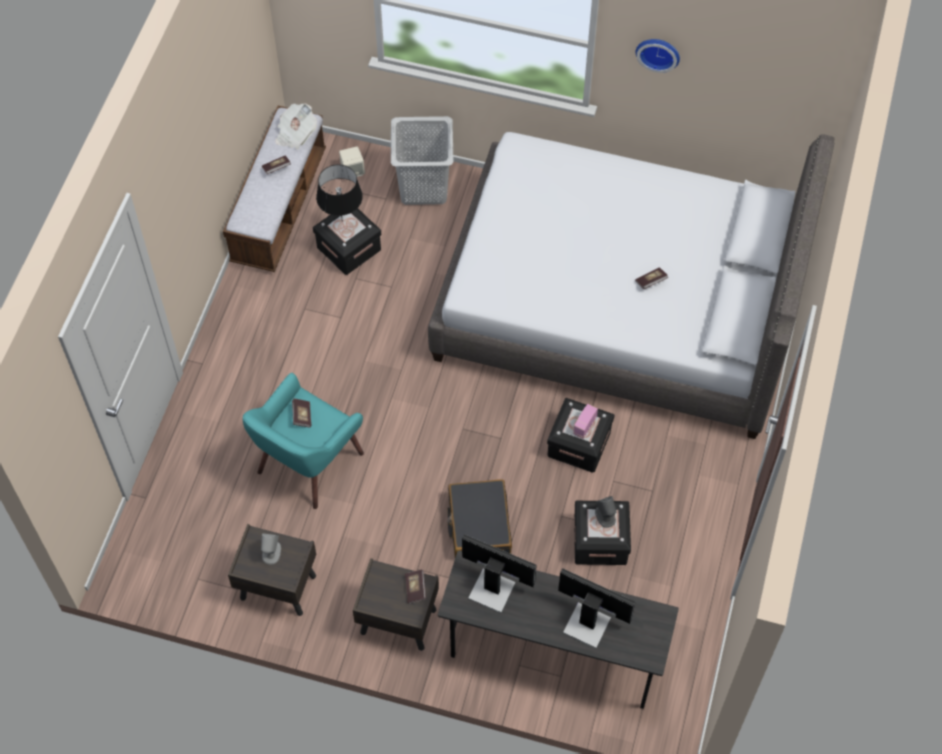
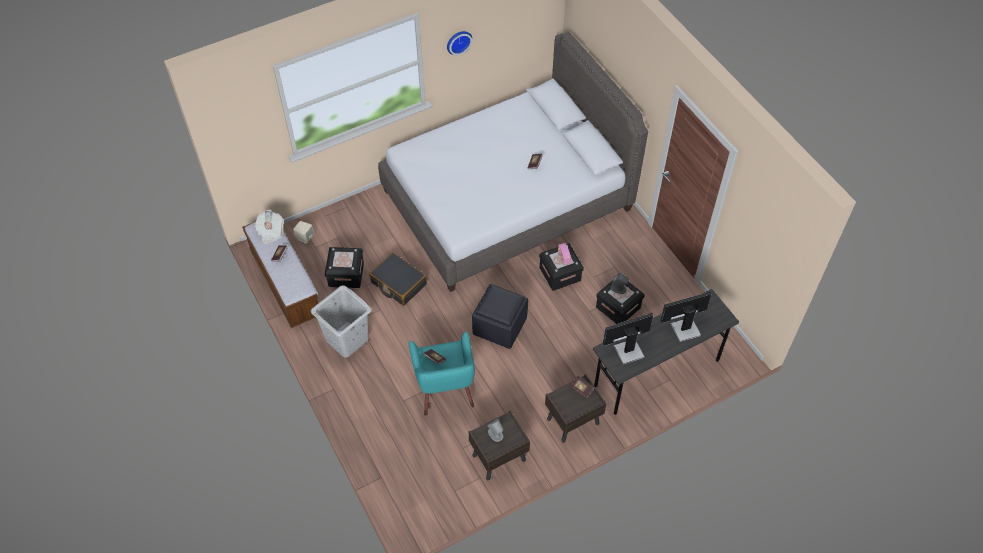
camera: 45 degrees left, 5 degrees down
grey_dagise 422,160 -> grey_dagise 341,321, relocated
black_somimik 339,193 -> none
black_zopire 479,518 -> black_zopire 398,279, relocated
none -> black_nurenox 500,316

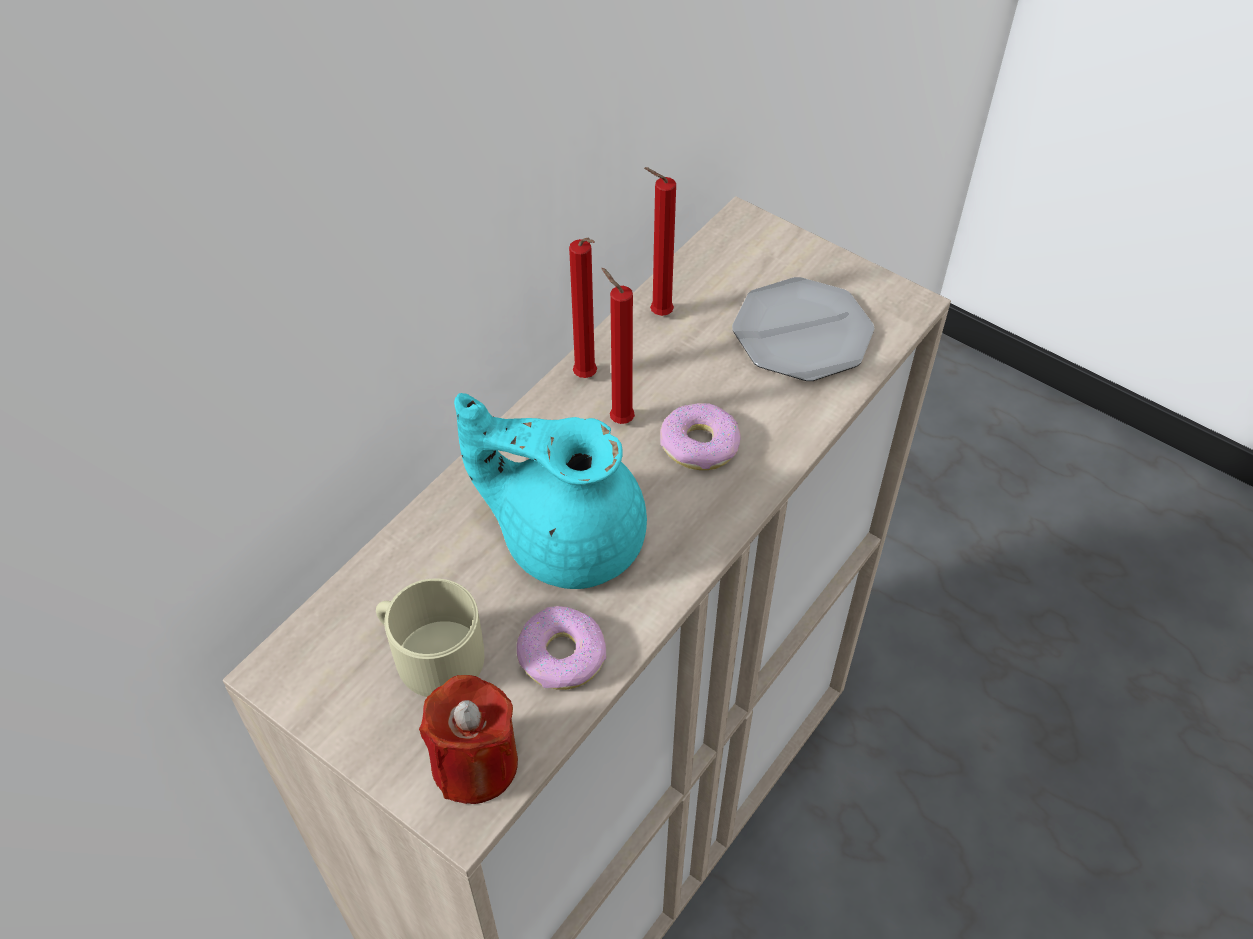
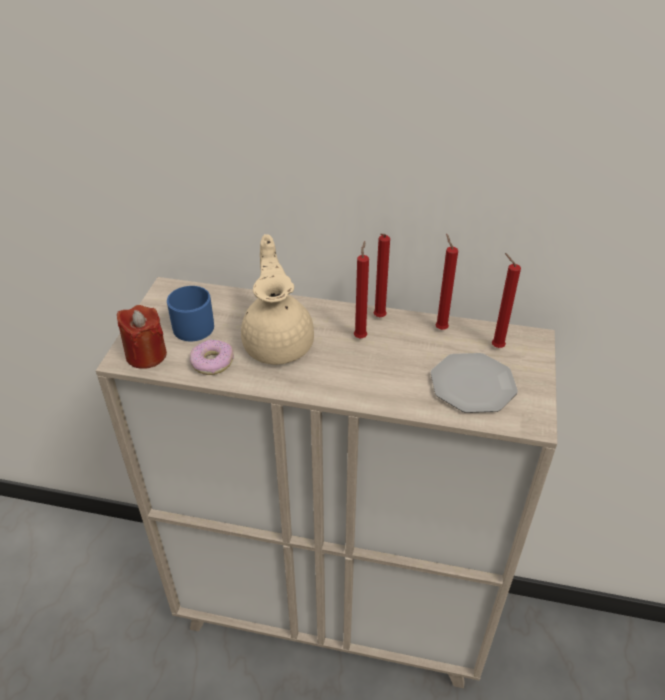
camera: 65 degrees right, 10 degrees down
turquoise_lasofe 550,491 -> beige_lasofe 277,299
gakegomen 700,436 -> none
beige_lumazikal 430,637 -> blue_lumazikal 190,313
none -> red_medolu 506,300

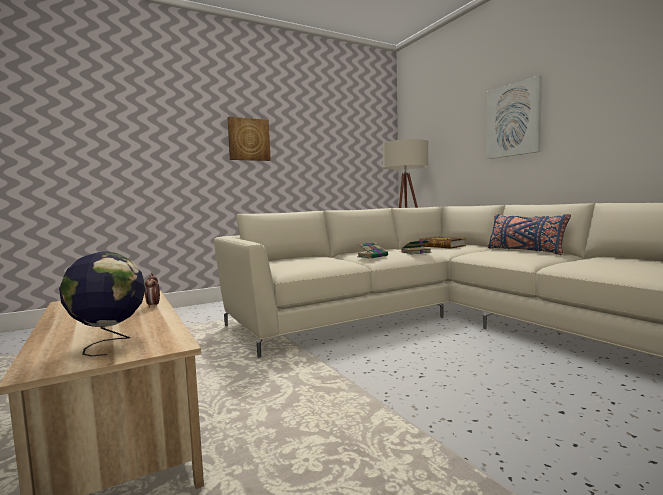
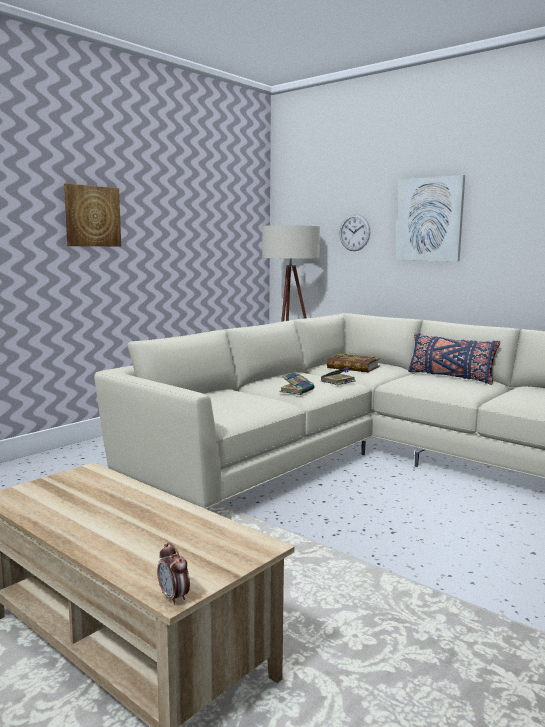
camera: 20 degrees left, 5 degrees up
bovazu 102,304 -> none
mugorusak 152,290 -> mugorusak 173,573, relocated
none -> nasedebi 354,232

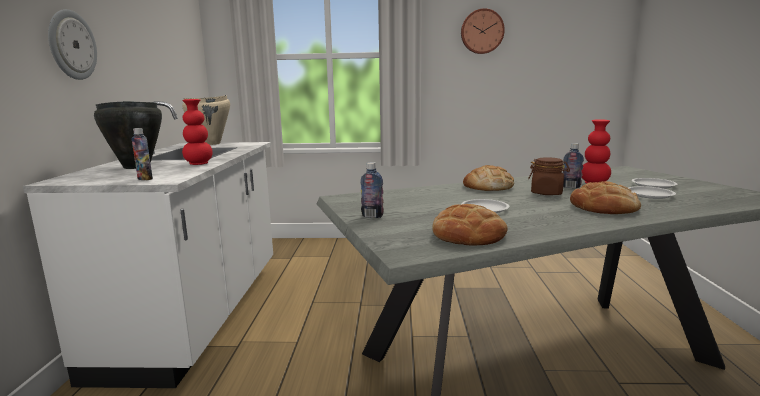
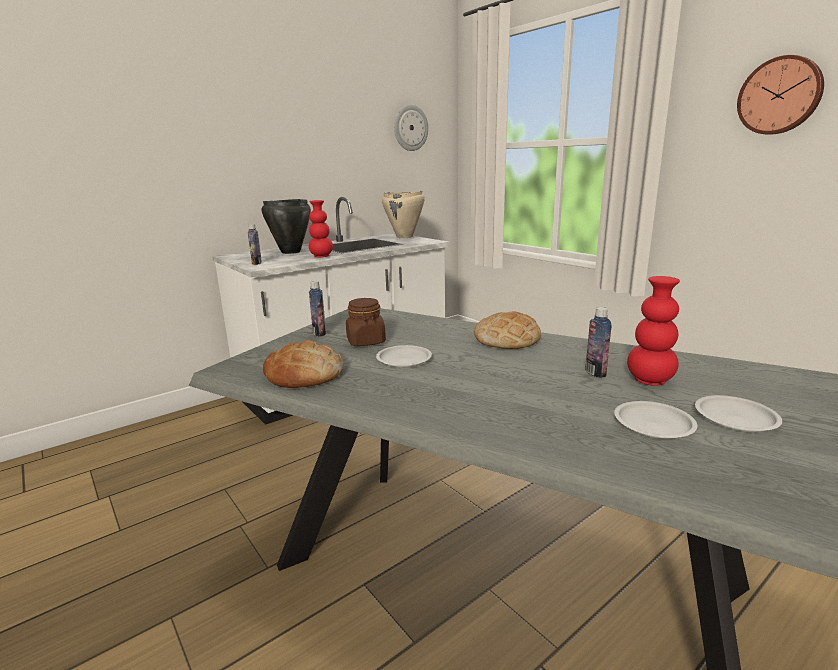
camera: 50 degrees right, 5 degrees up
nasedebi 72,44 -> nasedebi 411,128, relocated
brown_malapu 549,176 -> brown_malapu 366,322, relocated
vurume 605,197 -> none

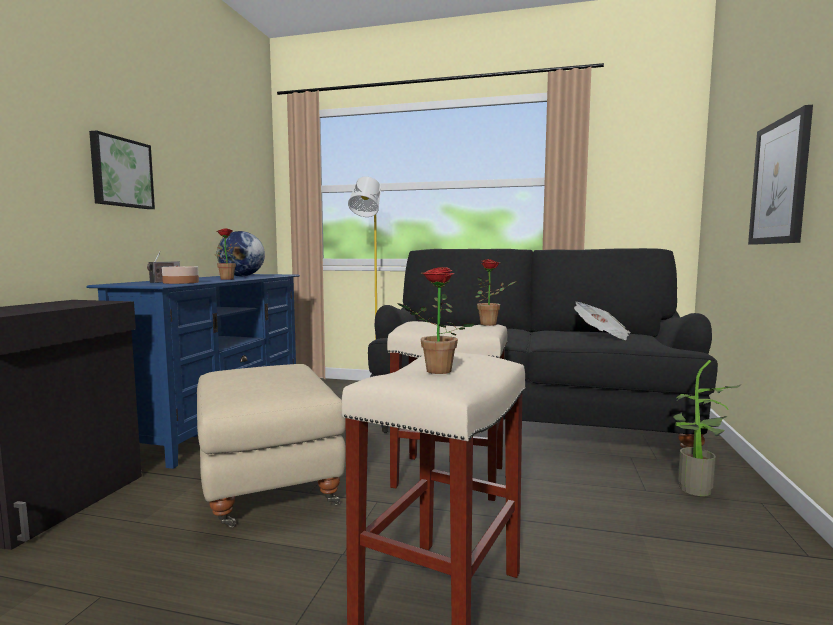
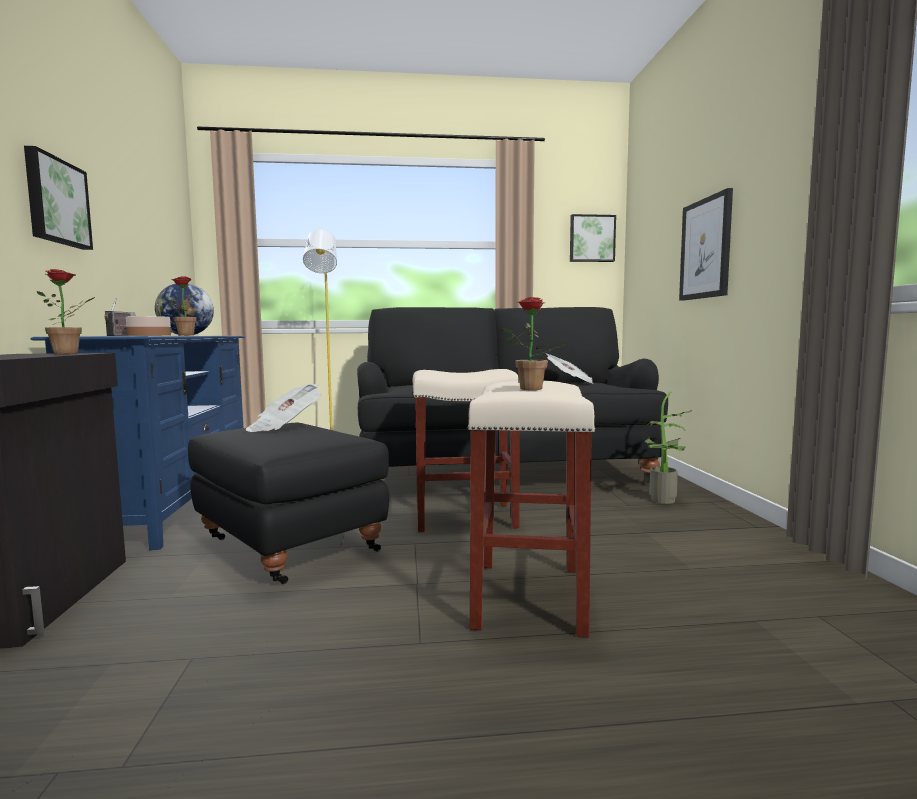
camera: 20 degrees left, 0 degrees up
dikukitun 495,292 -> dikukitun 66,311, relocated
beige_nurenox 271,446 -> black_nurenox 288,503
none -> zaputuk 593,238
none -> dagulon 284,408

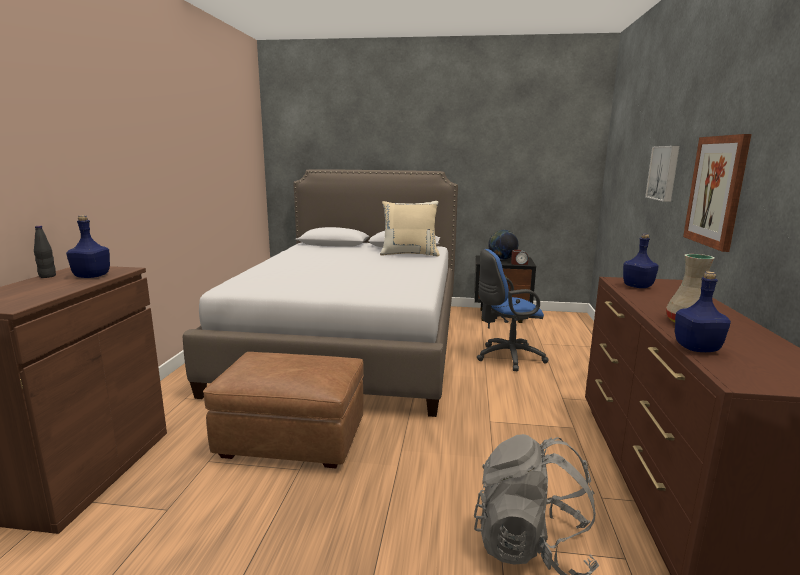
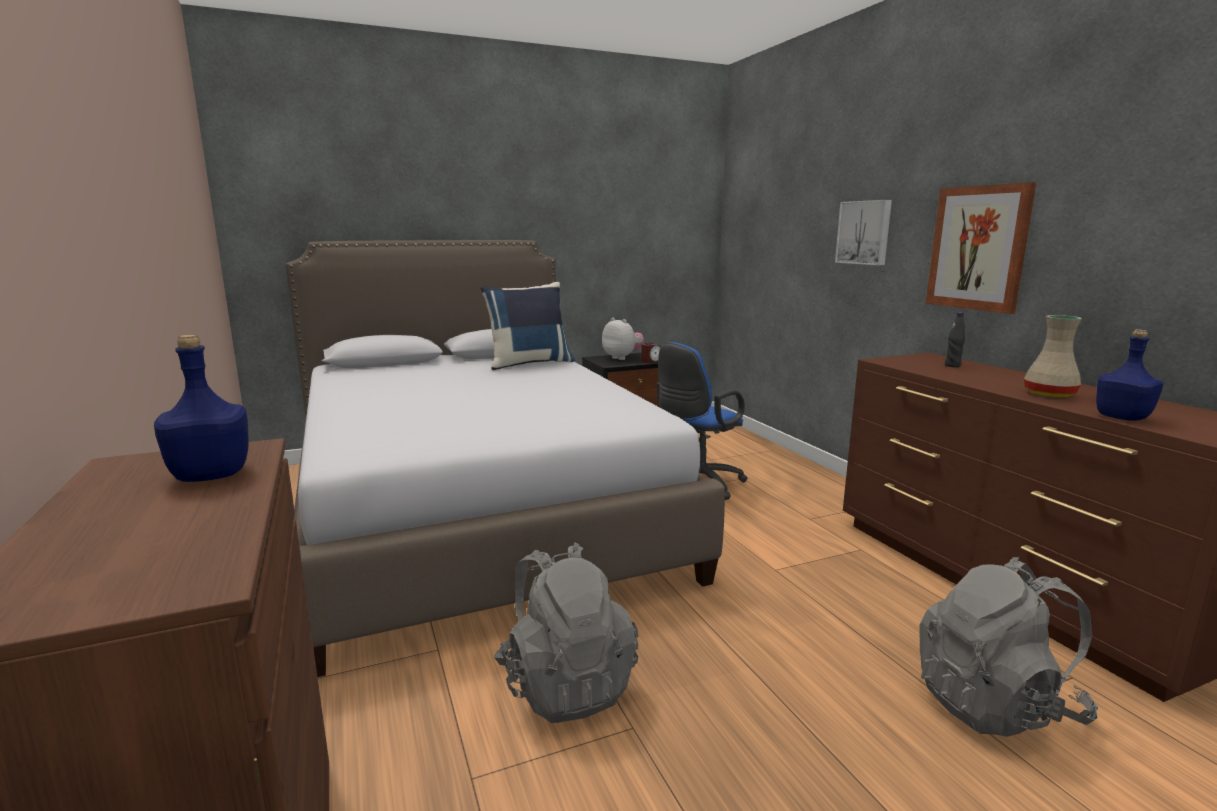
camera: 30 degrees left, 0 degrees up
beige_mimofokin 410,228 -> blue_mimofokin 527,326
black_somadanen 45,252 -> black_somadanen 955,340, relocated
bovazu 503,245 -> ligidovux 623,339
blue_somadanen 641,261 -> none
brown_nurenox 283,410 -> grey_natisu 566,633

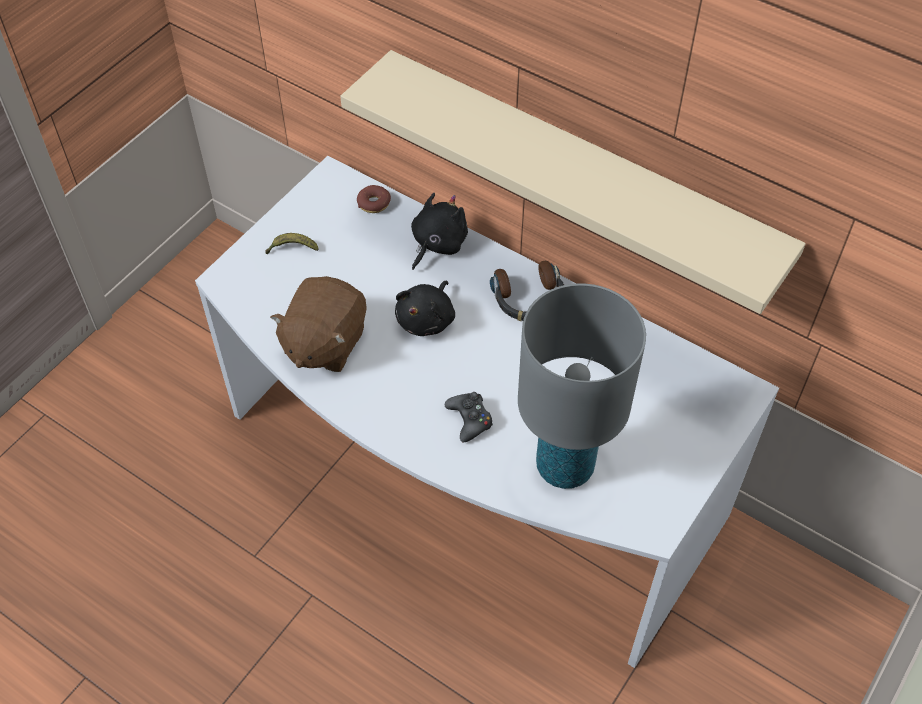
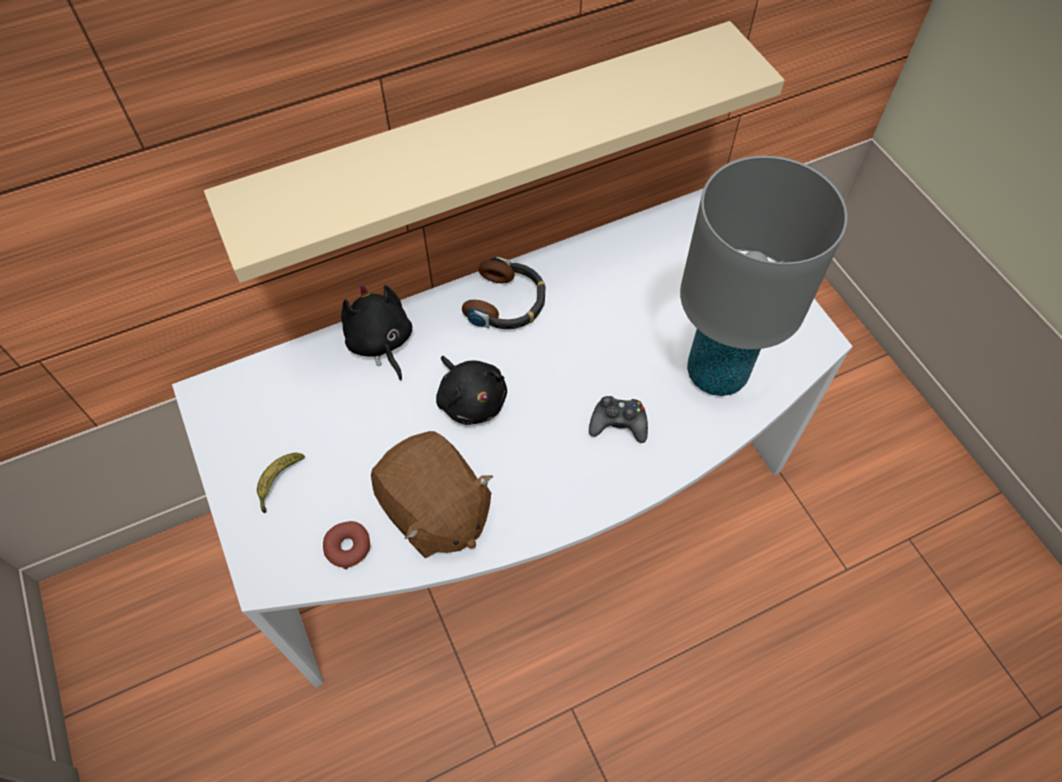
camera: 60 degrees left, 5 degrees up
gakegomen 374,199 -> gakegomen 346,545, relocated

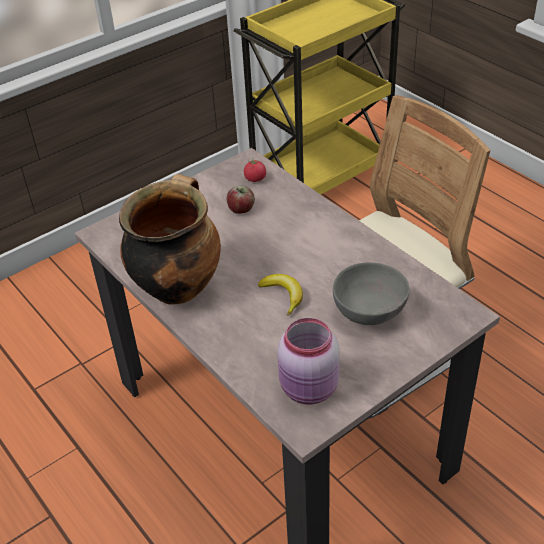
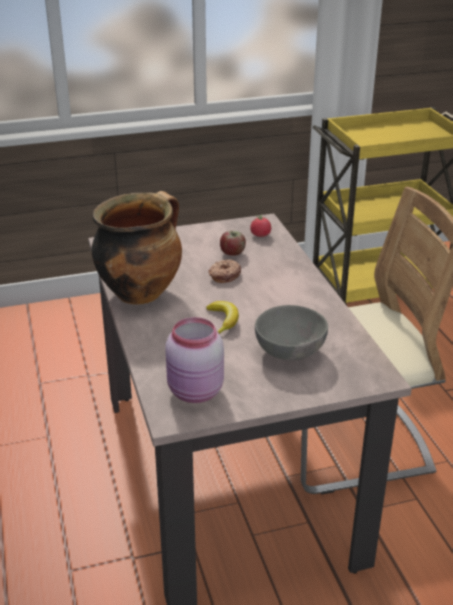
camera: 20 degrees right, 10 degrees down
none -> gakegomen 224,271

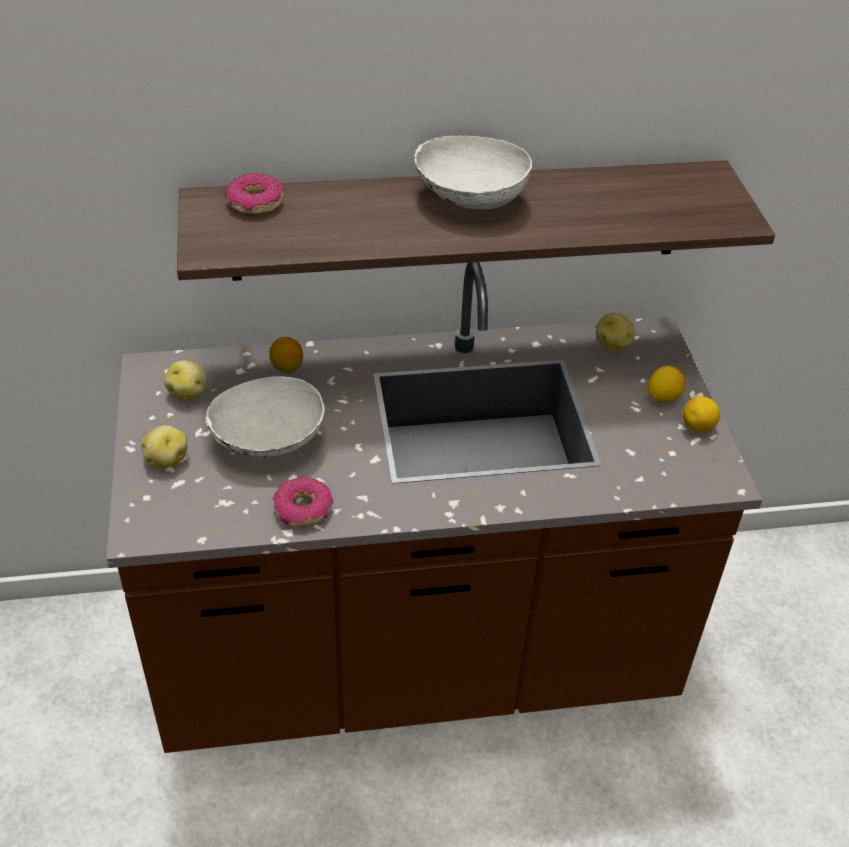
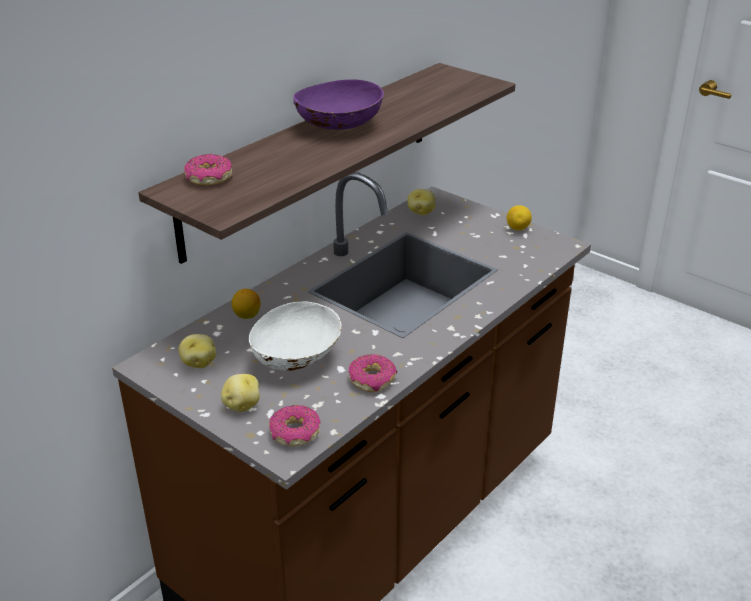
camera: 40 degrees left, 10 degrees down
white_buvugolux 473,173 -> purple_buvugolux 338,104
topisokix 666,384 -> none
none -> gakegomen 295,425

